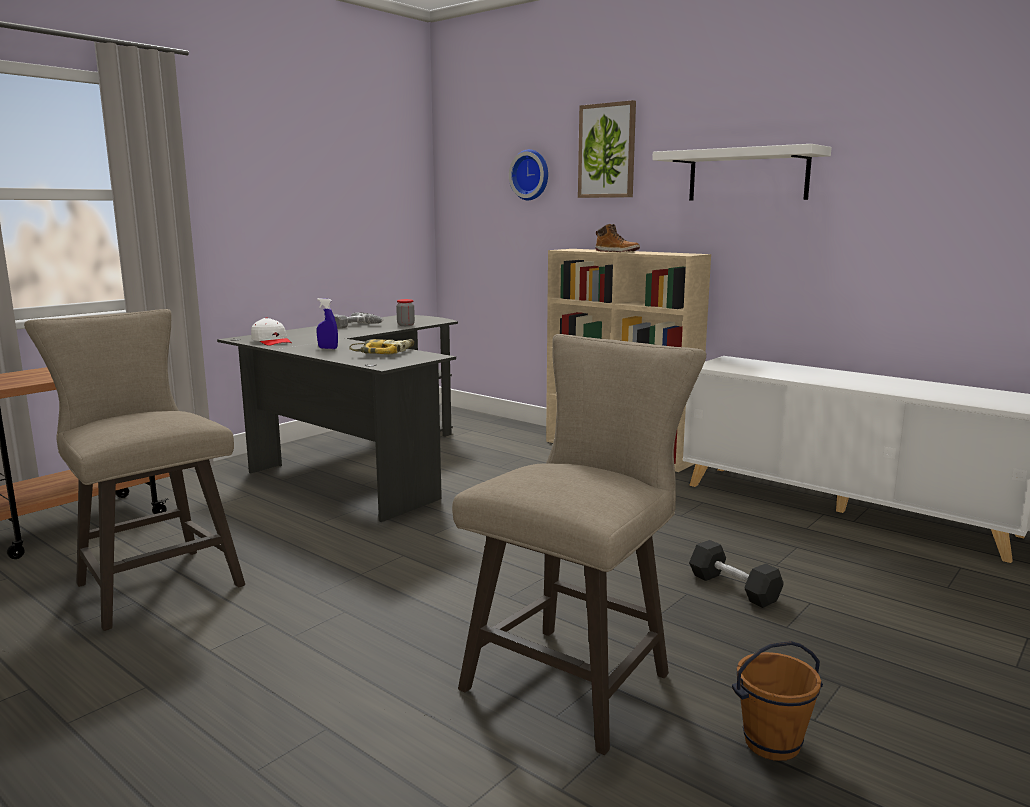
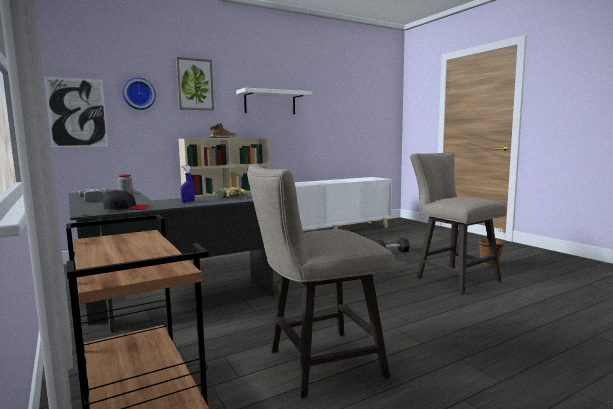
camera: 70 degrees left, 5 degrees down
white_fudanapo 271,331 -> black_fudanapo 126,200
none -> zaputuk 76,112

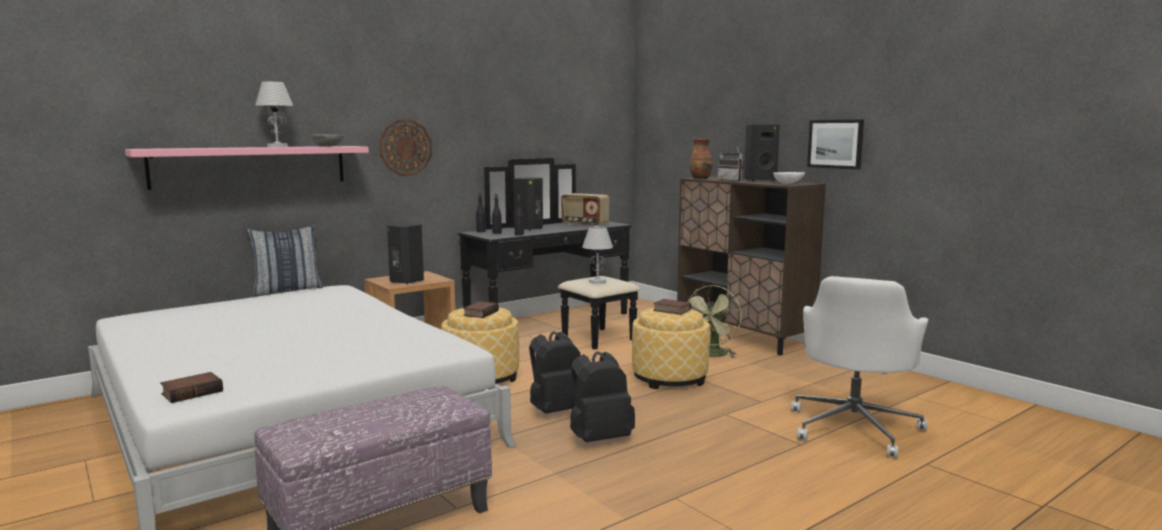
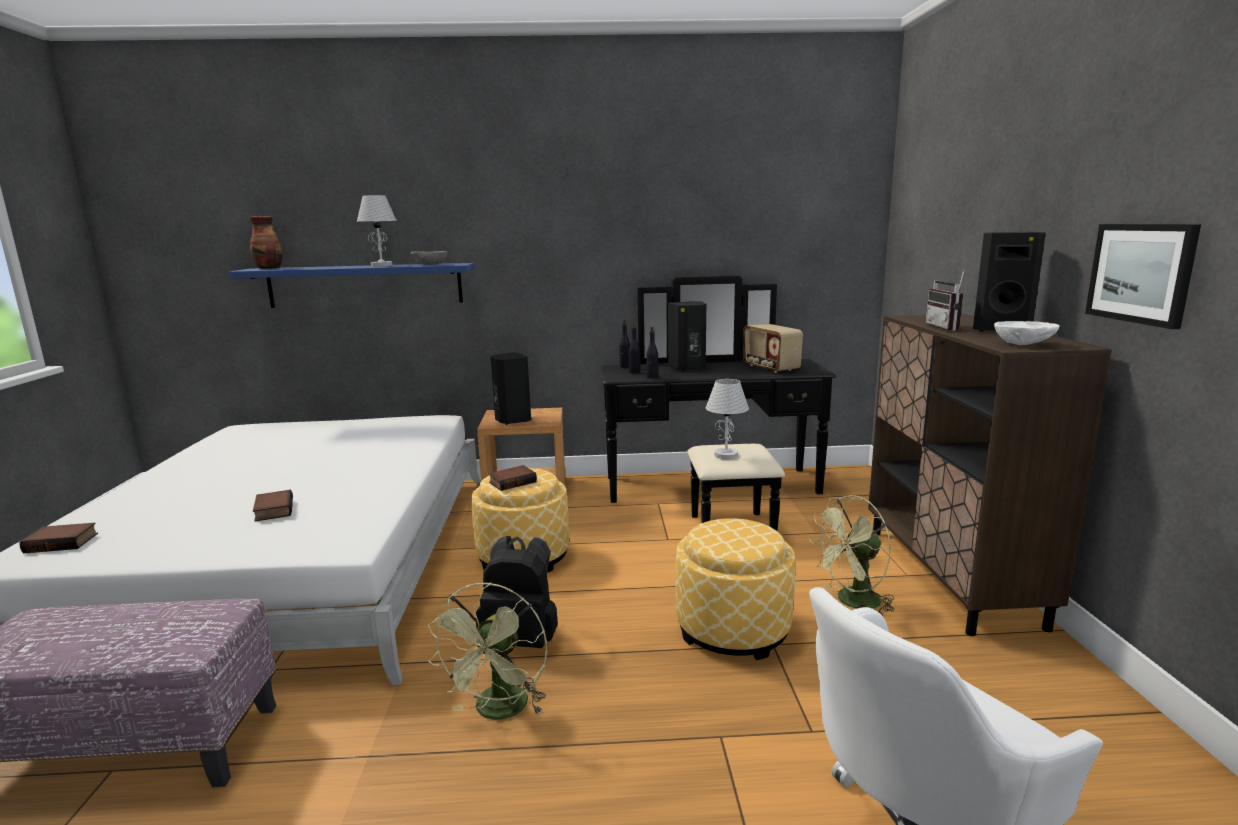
camera: 35 degrees right, 5 degrees up
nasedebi 405,148 -> none
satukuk 701,159 -> satukuk 266,242, relocated
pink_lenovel 247,168 -> blue_lenovel 352,285
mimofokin 284,260 -> none
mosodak 672,307 -> mosodak 273,506, relocated
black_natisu 602,396 -> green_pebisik 487,651

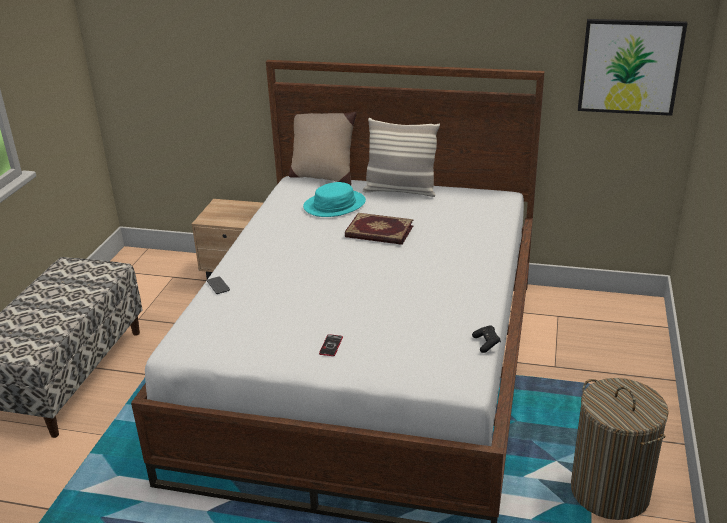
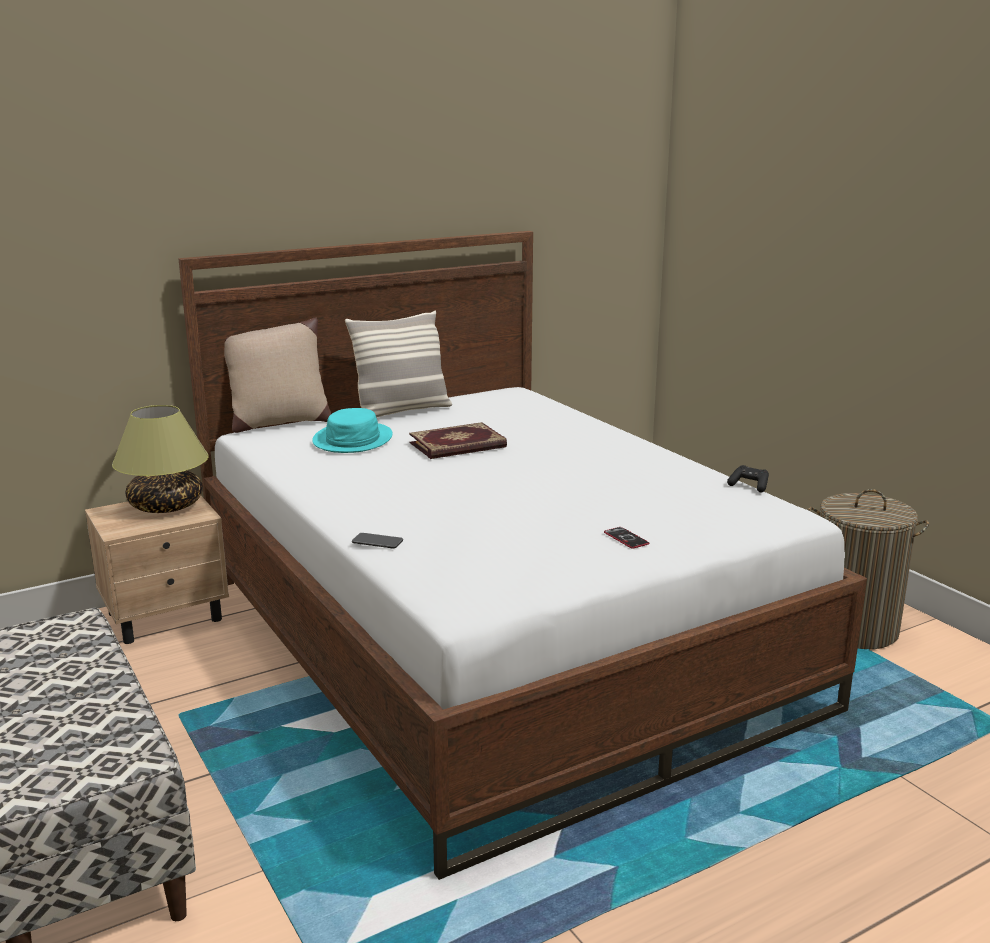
camera: 45 degrees left, 10 degrees down
zaputuk 632,67 -> none
none -> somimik 160,459

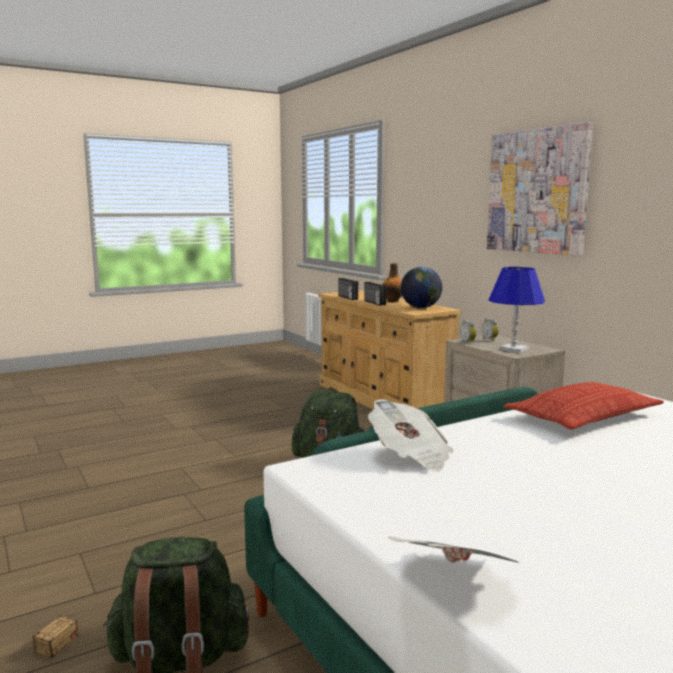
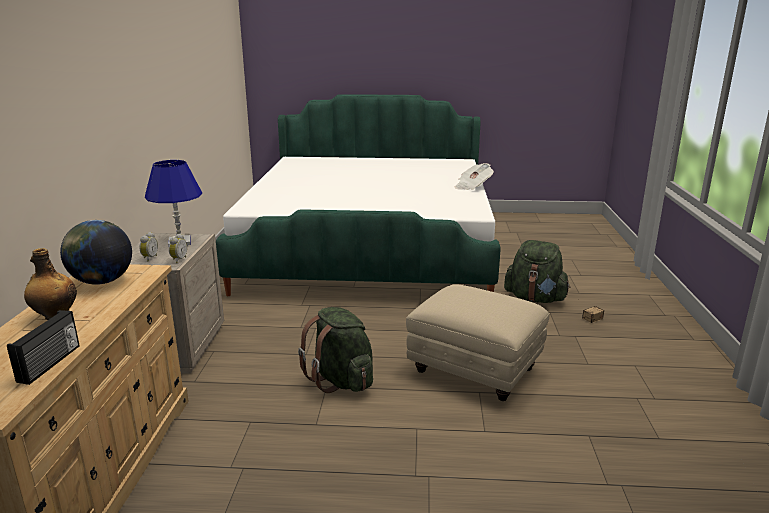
camera: 145 degrees left, 10 degrees up
zaputuk 540,189 -> none
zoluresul 375,294 -> none
mimofokin 584,405 -> none
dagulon 411,435 -> none
none -> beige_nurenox 478,342

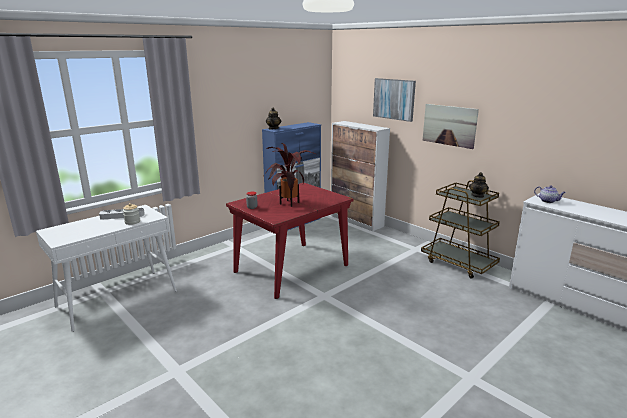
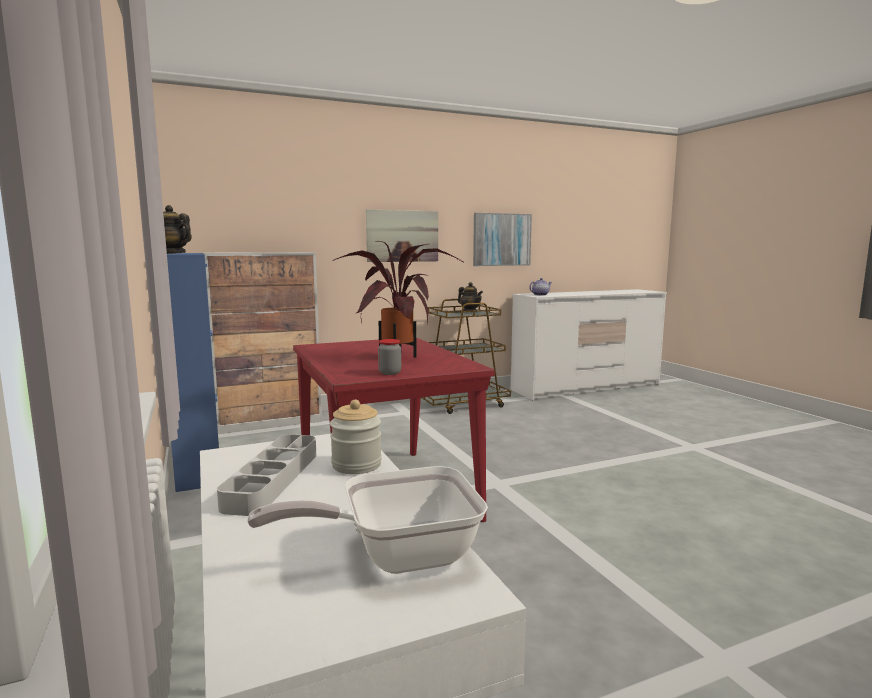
camera: 70 degrees left, 10 degrees down
zaputuk 394,100 -> zaputuk 502,239, relocated
none -> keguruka 367,520

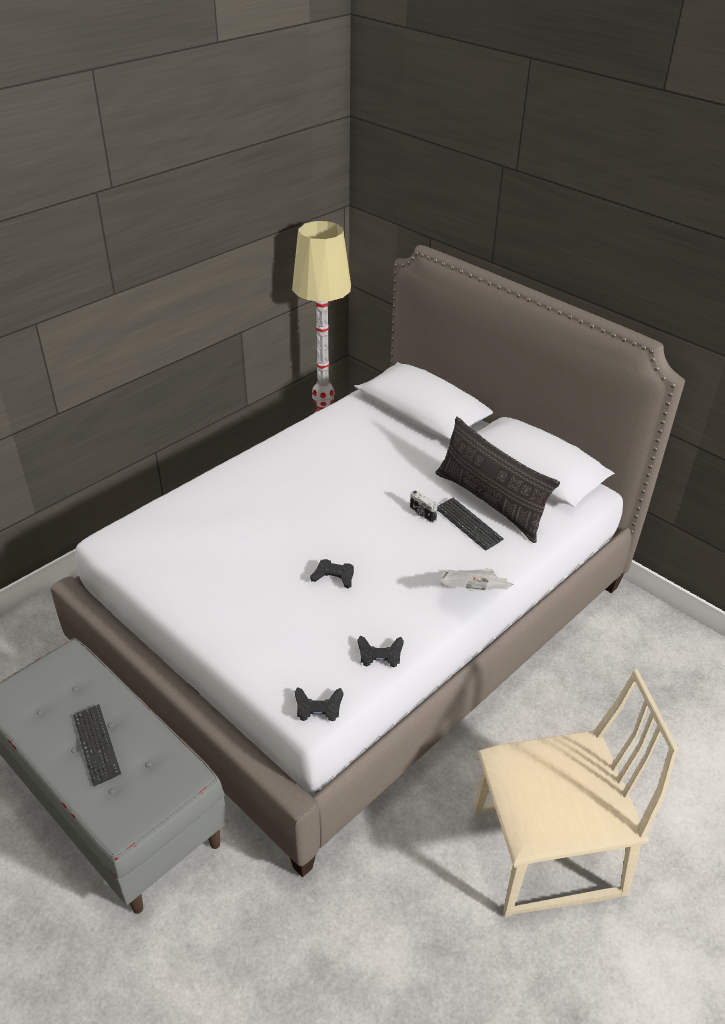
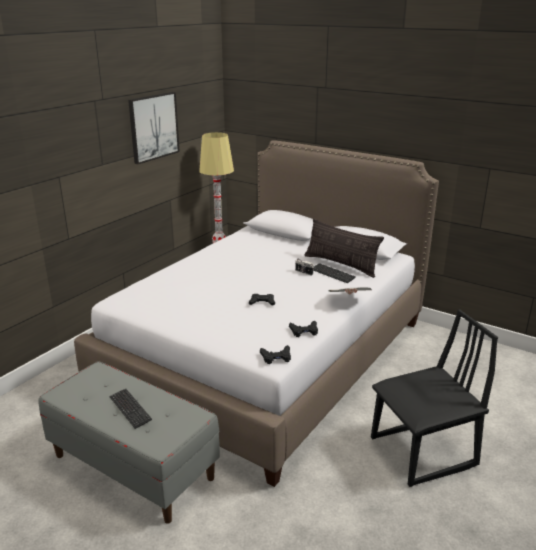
camera: 10 degrees left, 15 degrees down
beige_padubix 576,793 -> black_padubix 434,398
none -> zaputuk 154,128

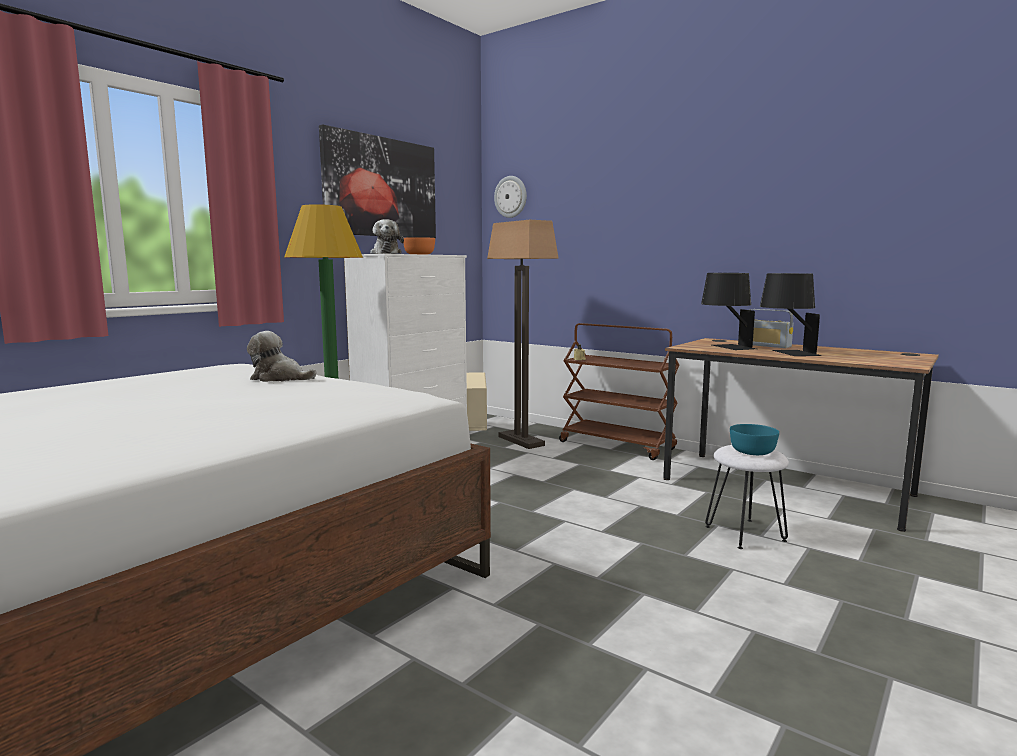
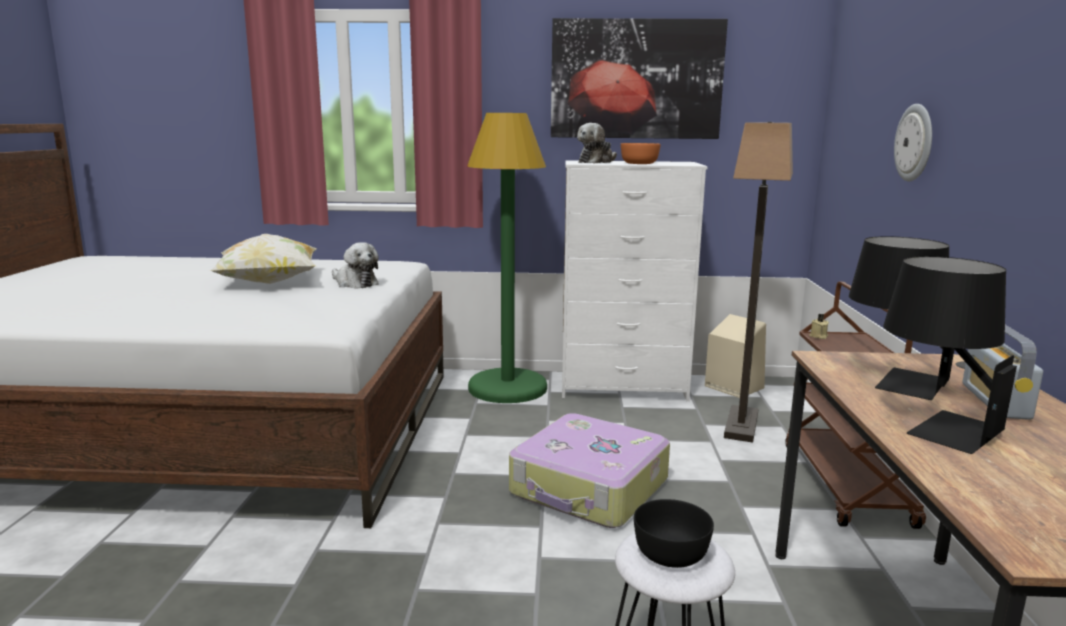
camera: 55 degrees right, 5 degrees up
nasedebi 510,197 -> nasedebi 913,142, relocated
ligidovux 281,356 -> ligidovux 355,265, 150 degrees clockwise
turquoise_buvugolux 754,439 -> black_buvugolux 674,533
none -> mimofokin 263,259
none -> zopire 589,470

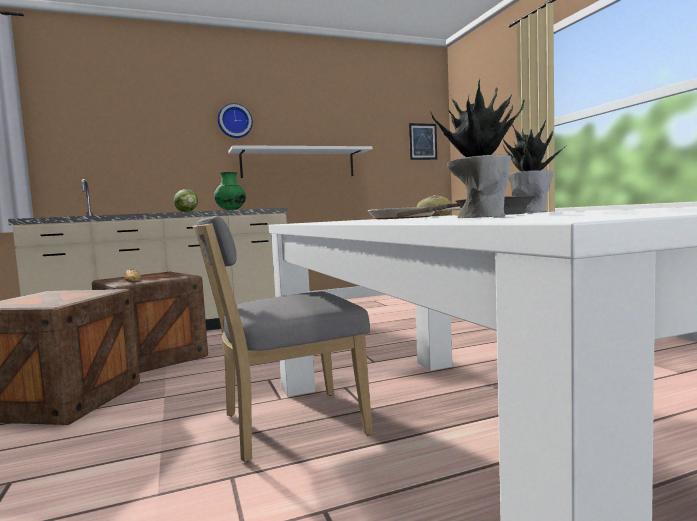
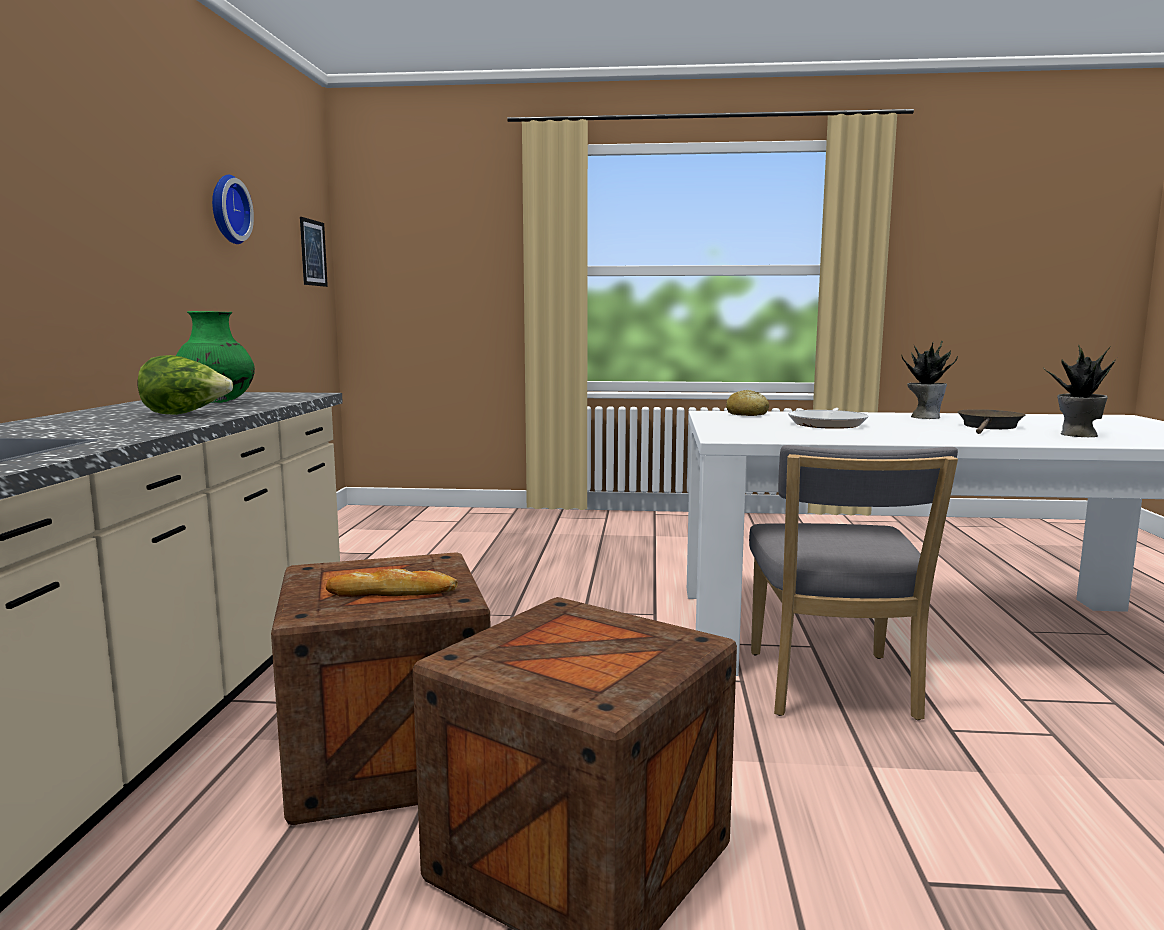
camera: 65 degrees left, 5 degrees up
nasedebi 235,120 -> nasedebi 233,209, relocated
white_lenovel 300,161 -> none

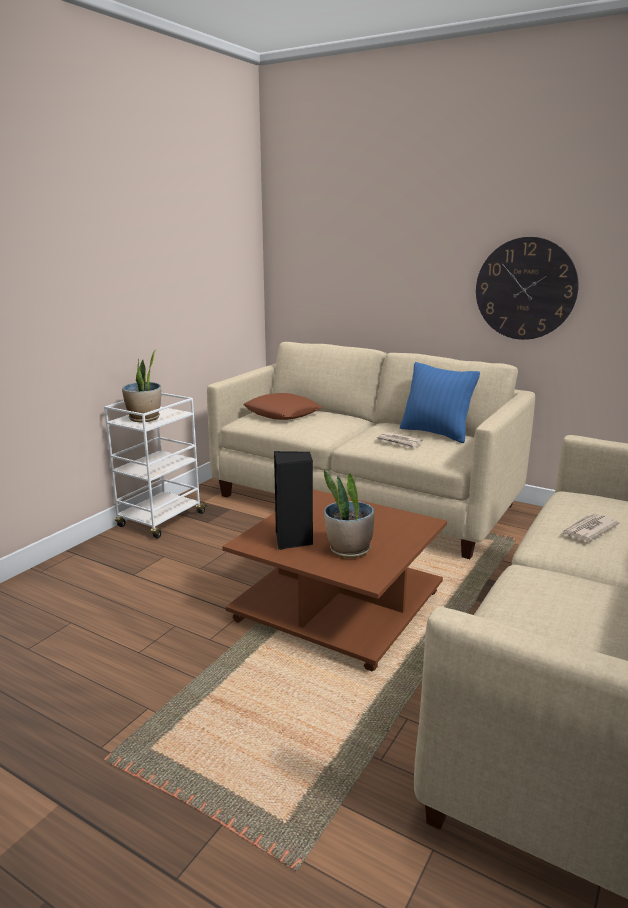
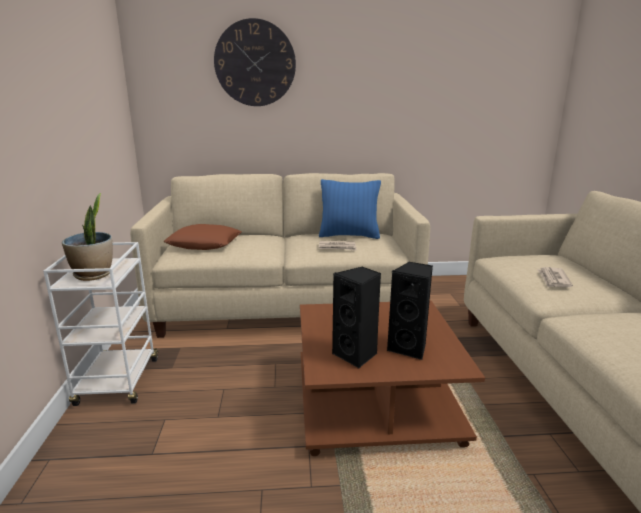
camera: 35 degrees left, 0 degrees up
nasedebi 527,288 -> nasedebi 255,62, relocated
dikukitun 349,513 -> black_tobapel 410,310

